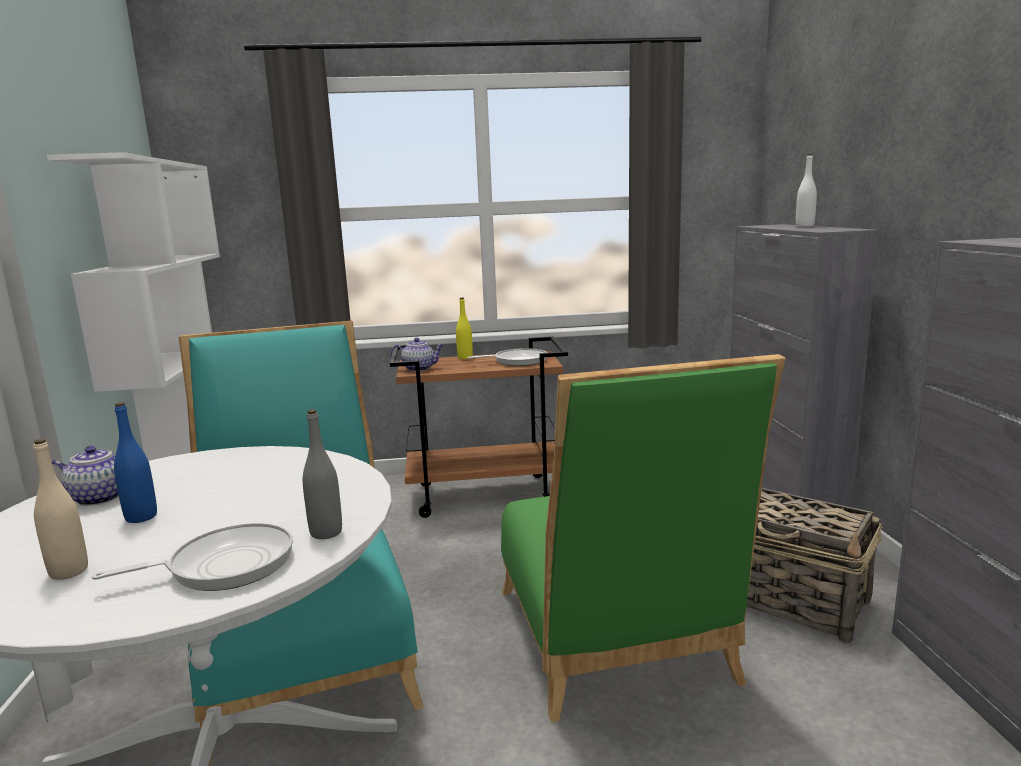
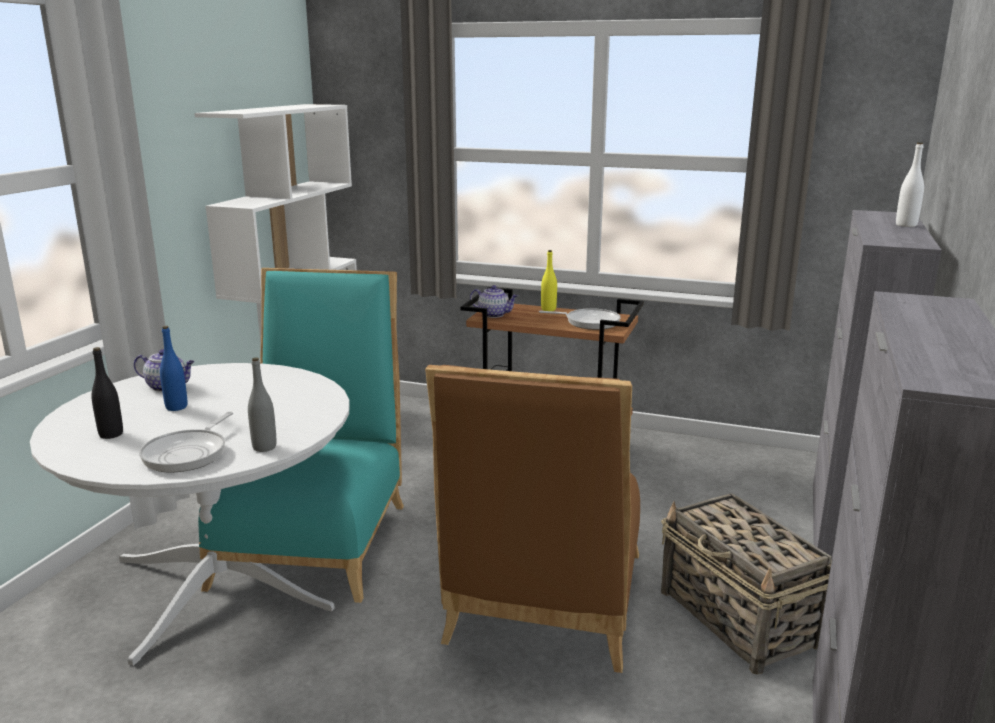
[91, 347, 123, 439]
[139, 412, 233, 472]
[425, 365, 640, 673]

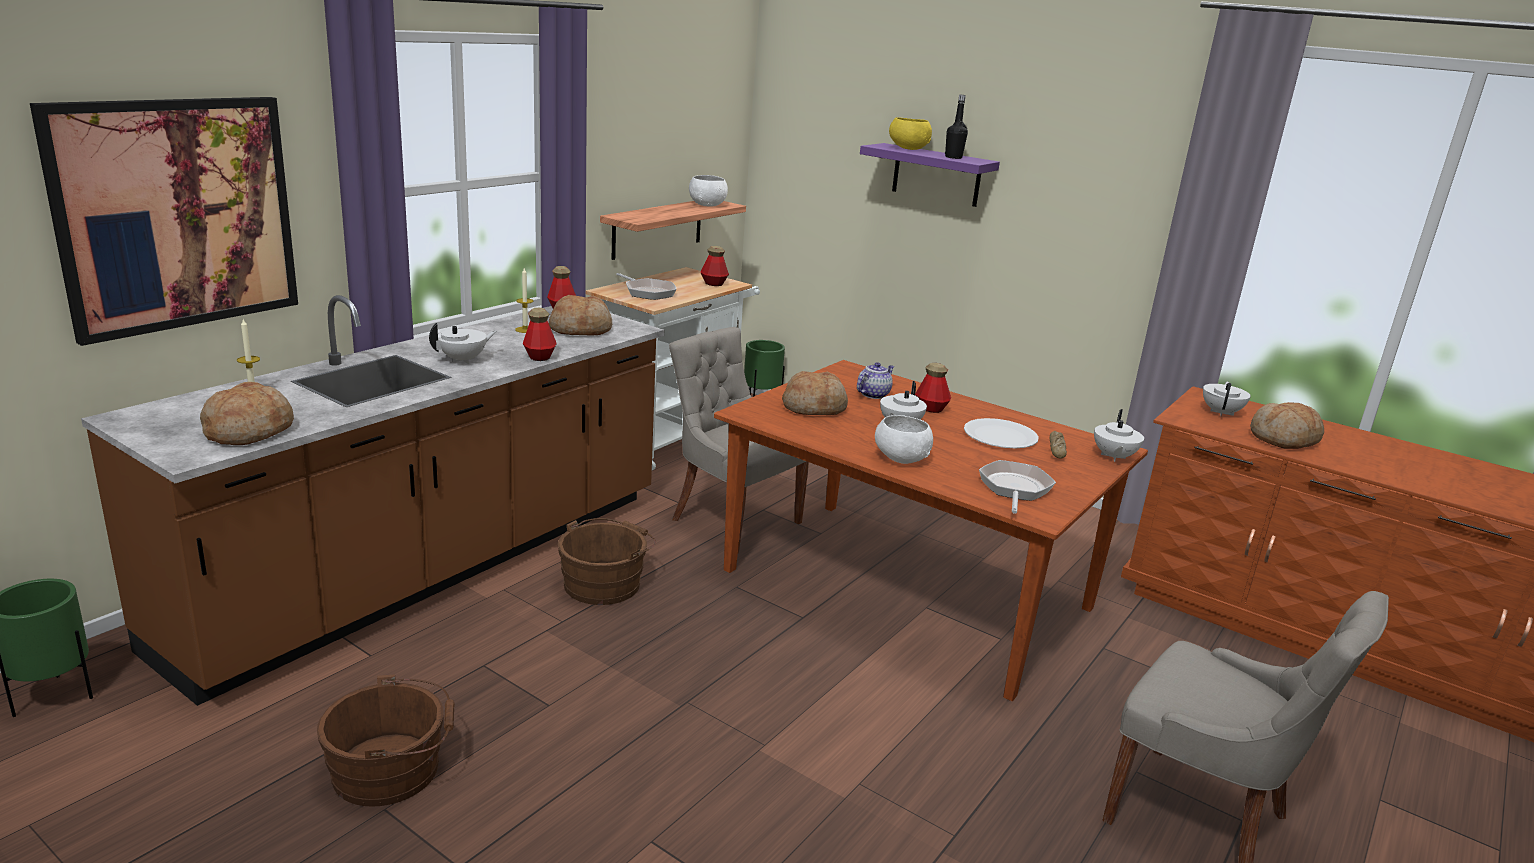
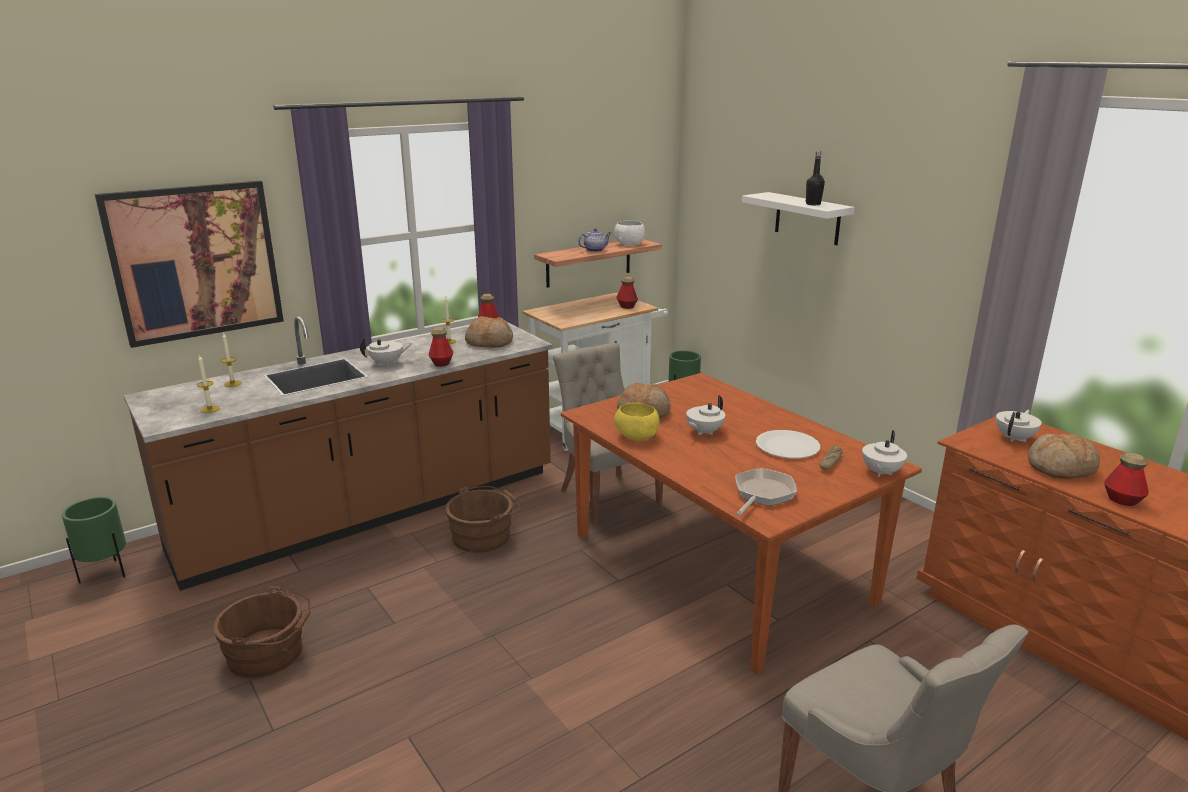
[197, 355, 220, 413]
[616, 273, 676, 300] (first image)
[578, 228, 611, 252]
[742, 192, 855, 245]
[875, 415, 933, 464] (first image)
[614, 403, 660, 441]
[1104, 452, 1149, 506]

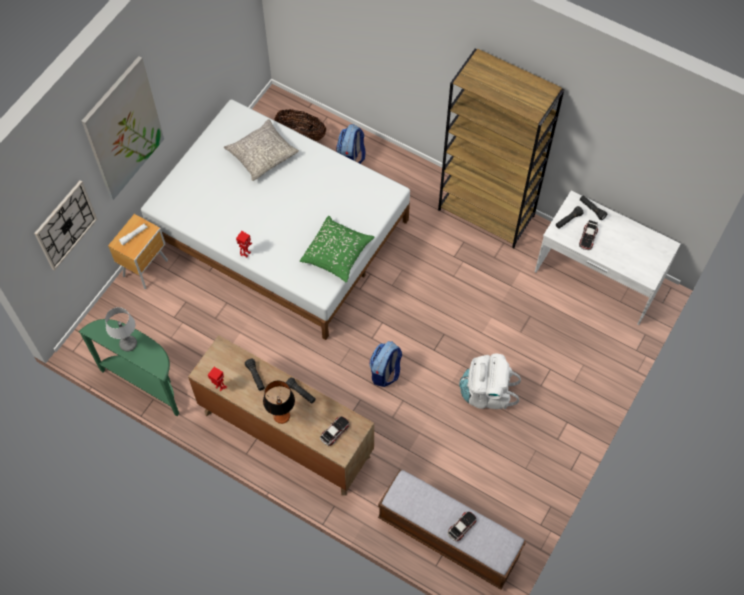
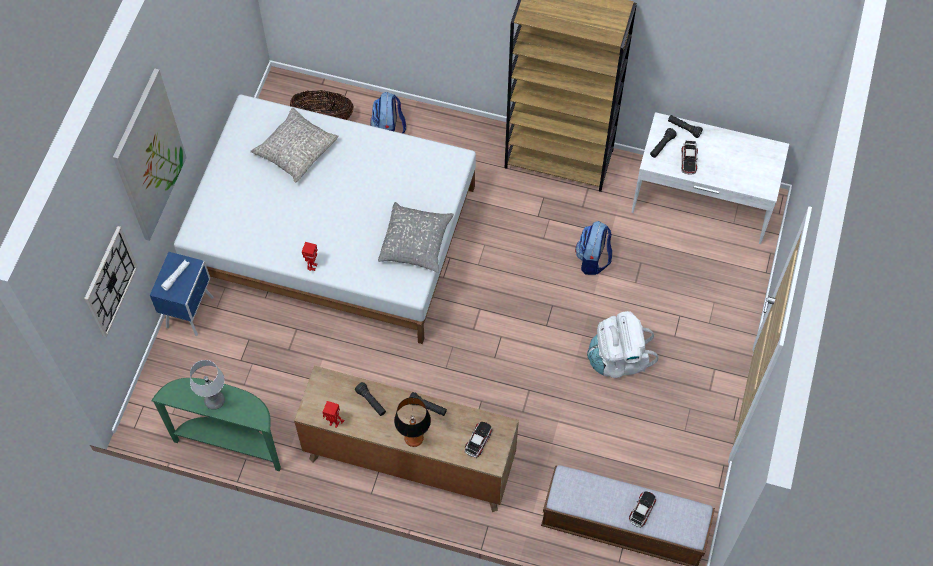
[150, 252, 214, 336]
[378, 202, 454, 273]
[575, 221, 612, 275]

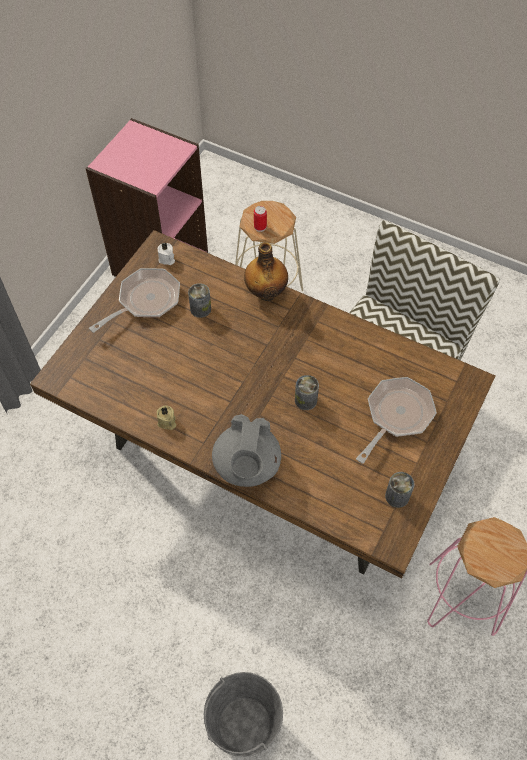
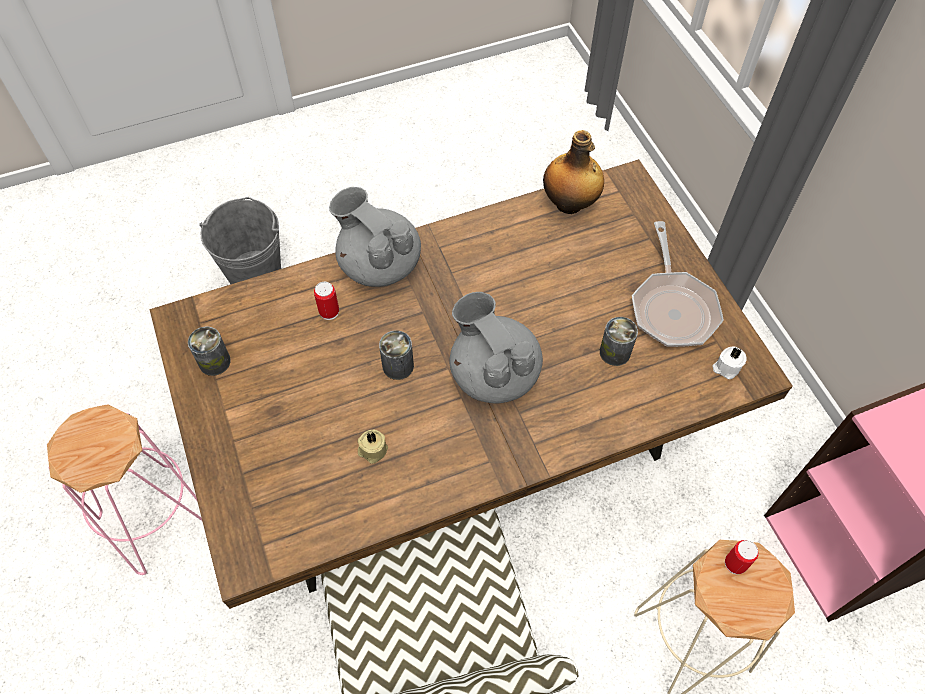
[358, 430, 388, 464]
[543, 130, 604, 214]
[356, 377, 437, 464] (first image)
[314, 282, 339, 320]
[449, 292, 543, 404]

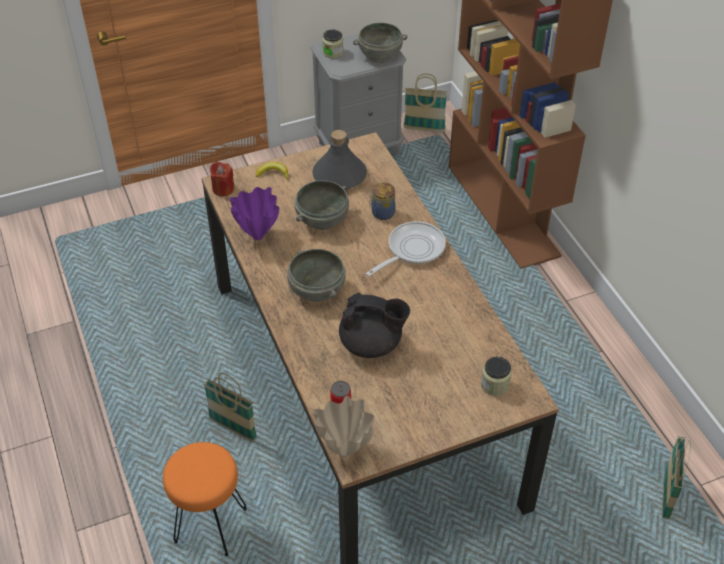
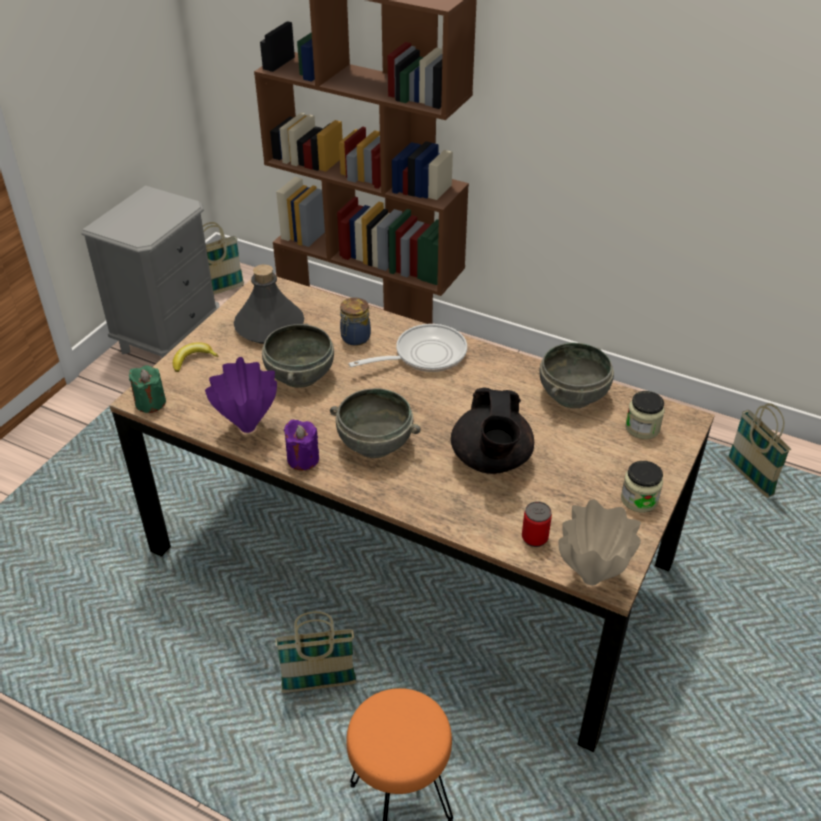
[129, 365, 166, 413]
[621, 461, 663, 513]
[451, 387, 534, 474]
[539, 343, 614, 408]
[349, 324, 467, 372]
[284, 420, 319, 471]

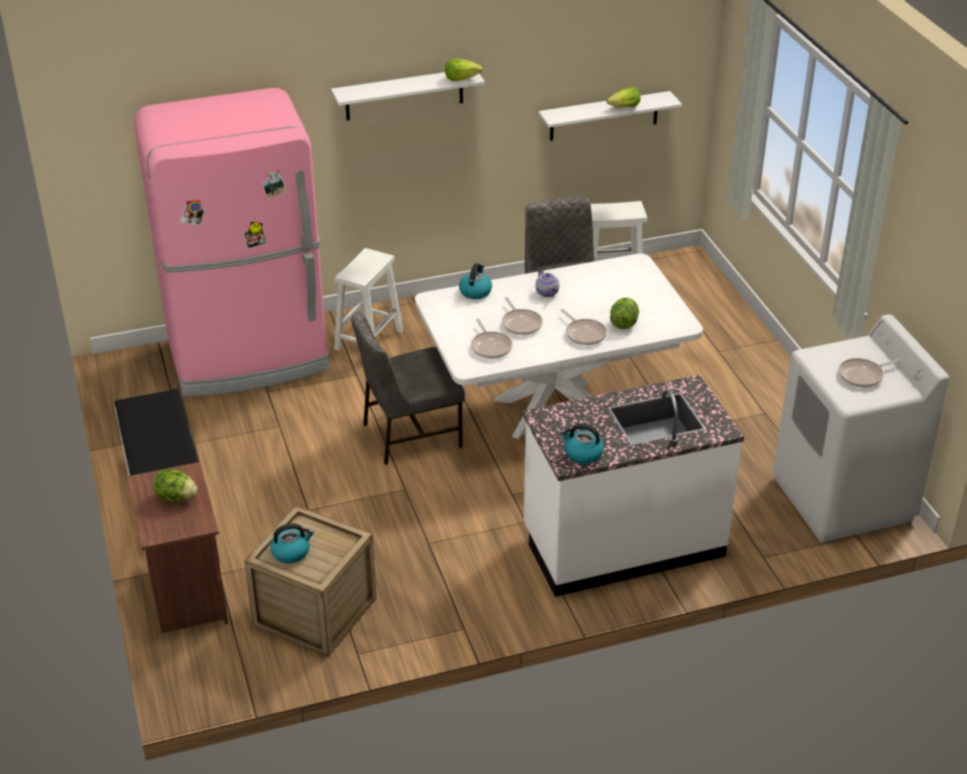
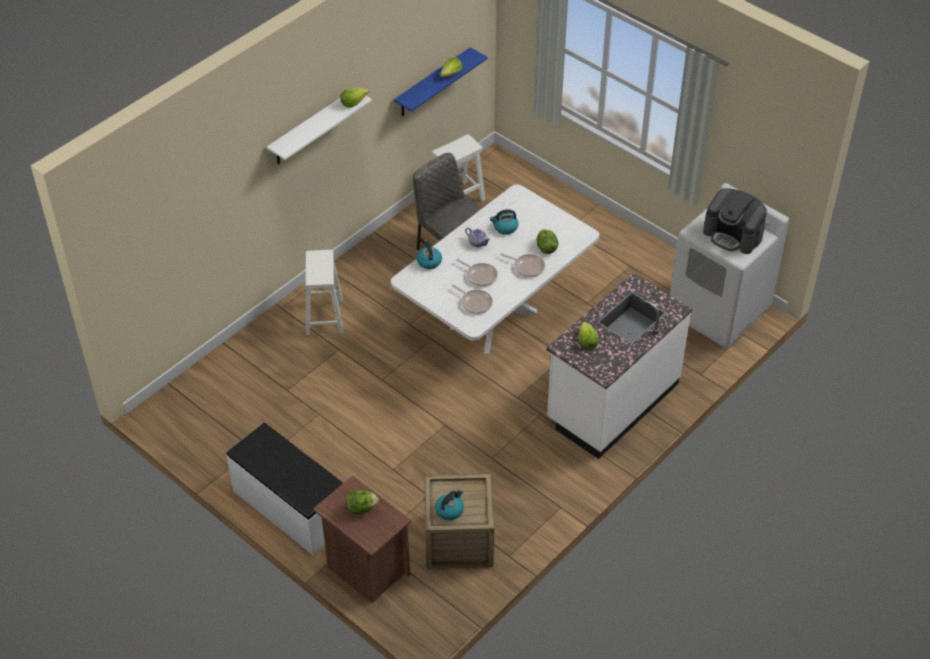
[134, 88, 329, 396] (first image)
[351, 312, 465, 465] (first image)
[394, 47, 488, 116]
[490, 209, 519, 235]
[703, 188, 767, 254]
[579, 322, 598, 349]

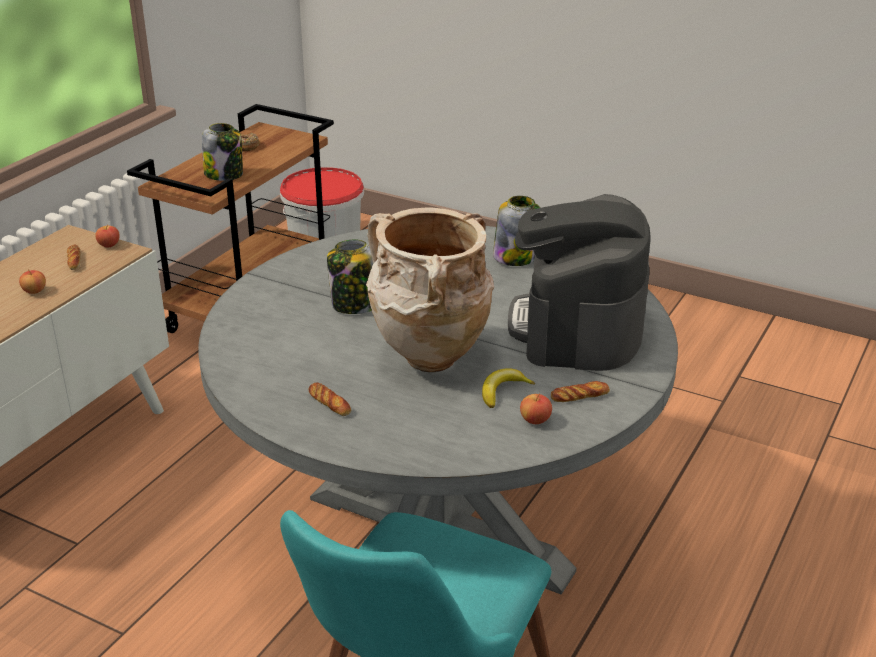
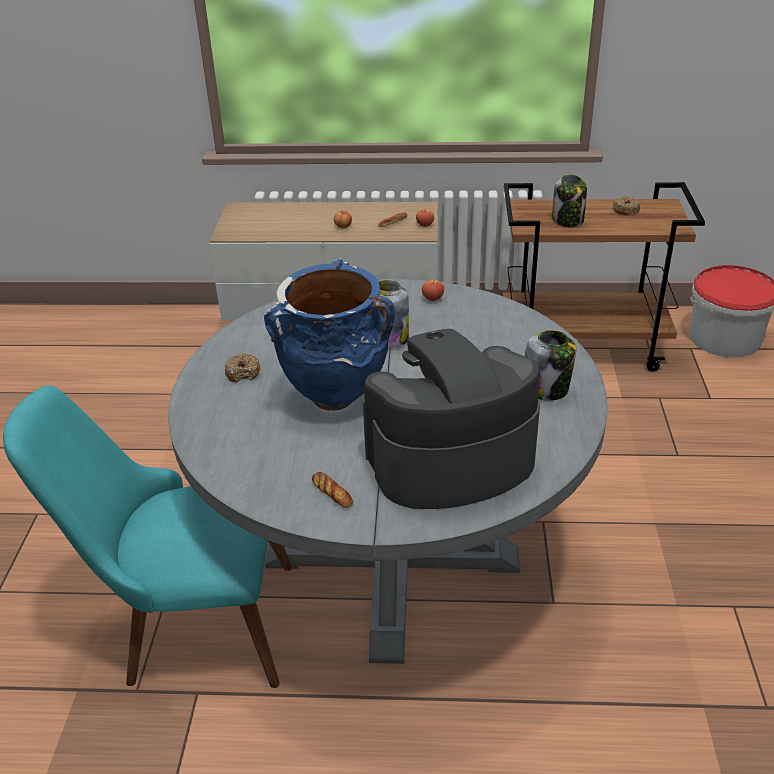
[225, 354, 261, 382]
[264, 258, 395, 411]
[482, 368, 535, 408] (first image)
[422, 280, 444, 301]

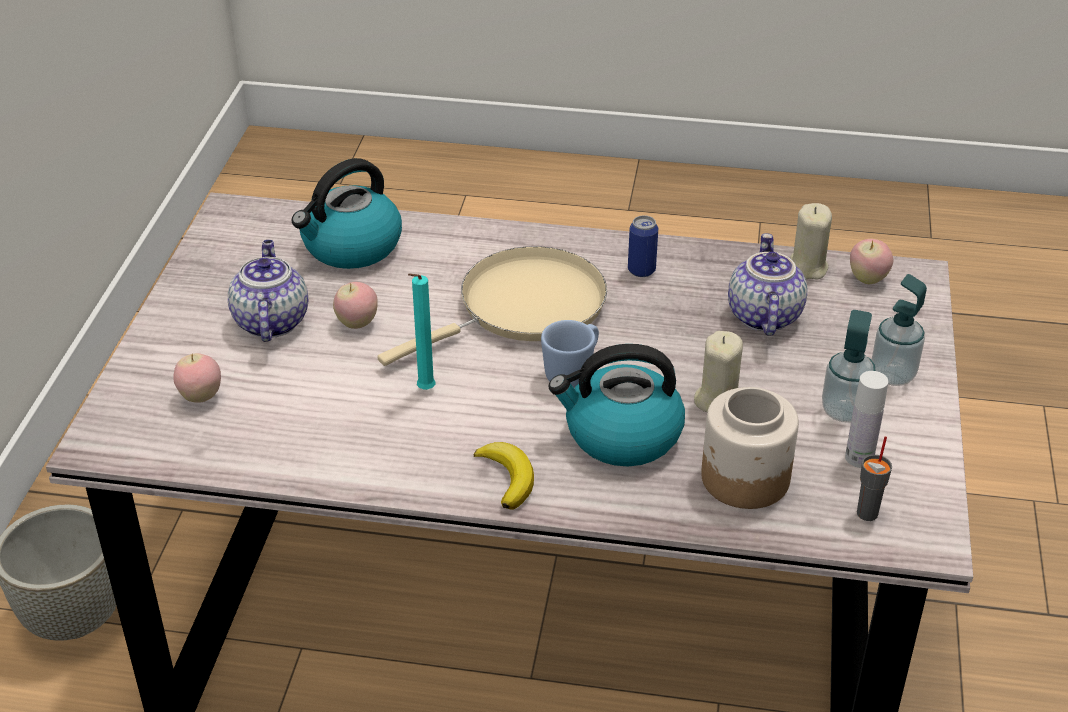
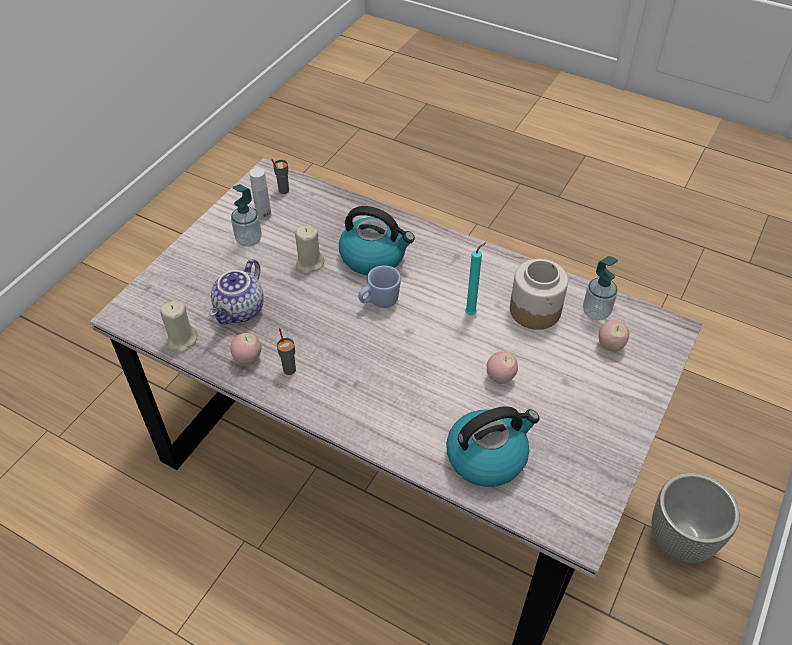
[228, 240, 308, 342] (first image)
[377, 246, 607, 366] (first image)
[474, 442, 534, 509] (first image)
[277, 328, 296, 375]
[510, 259, 568, 330]
[230, 333, 261, 364]
[583, 256, 618, 320]

